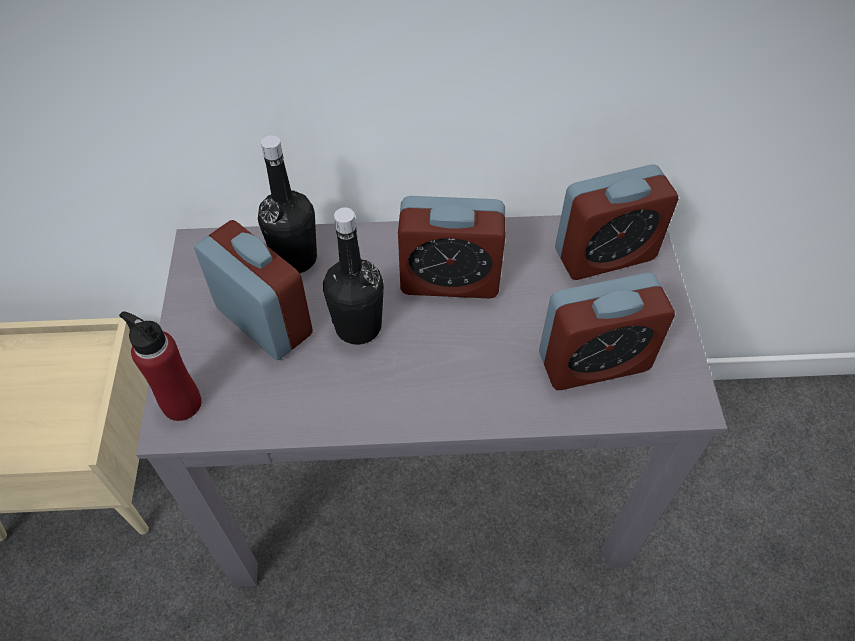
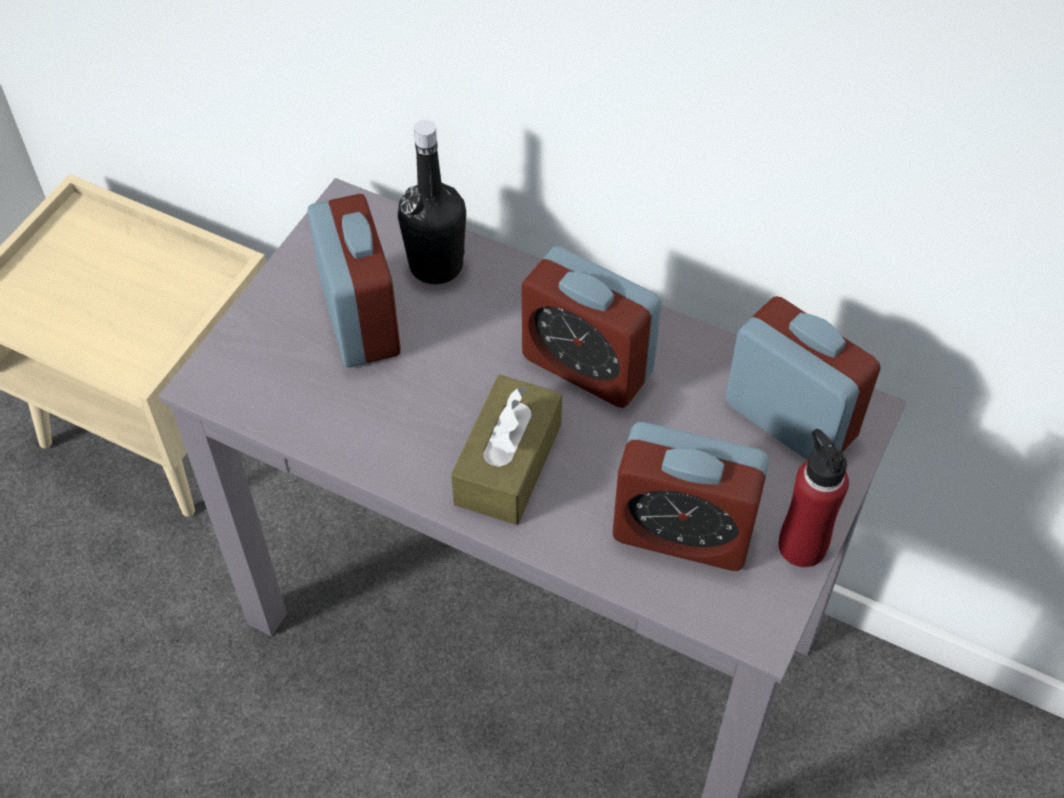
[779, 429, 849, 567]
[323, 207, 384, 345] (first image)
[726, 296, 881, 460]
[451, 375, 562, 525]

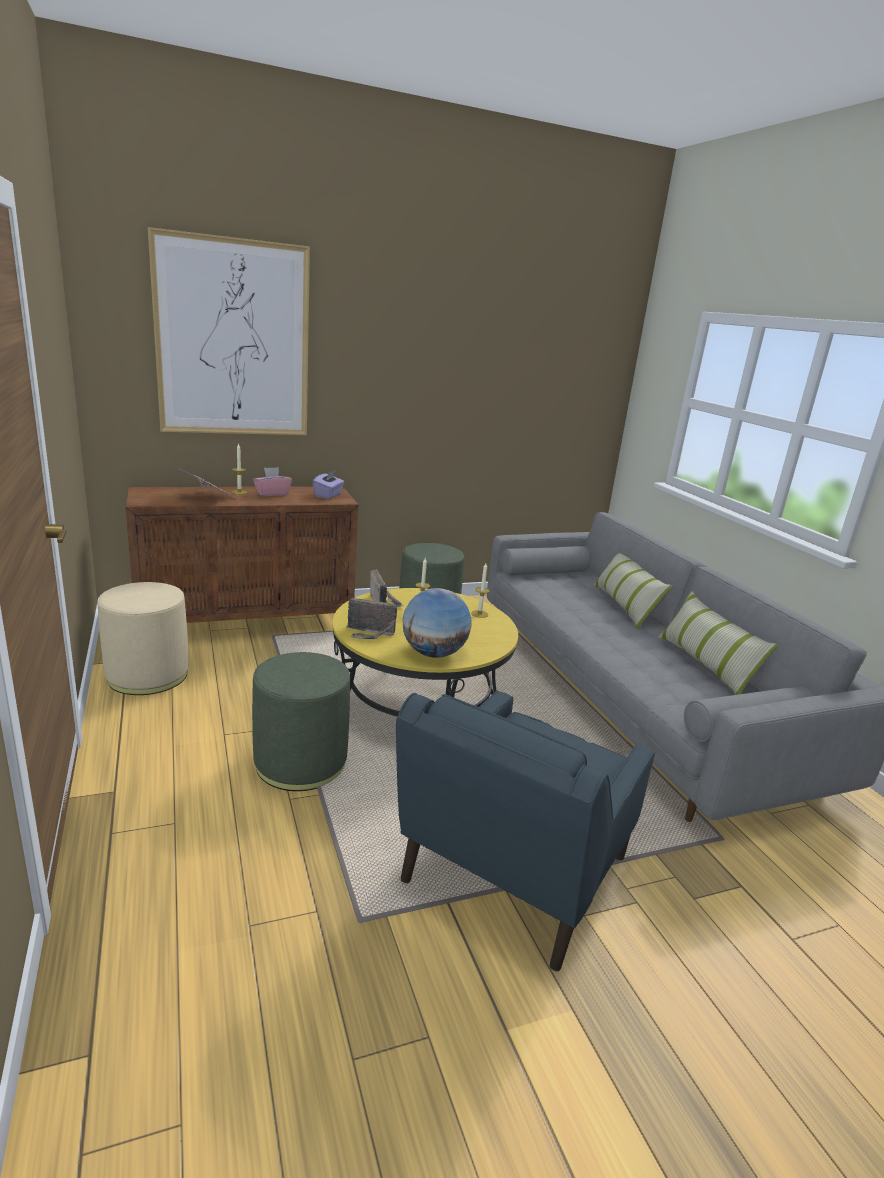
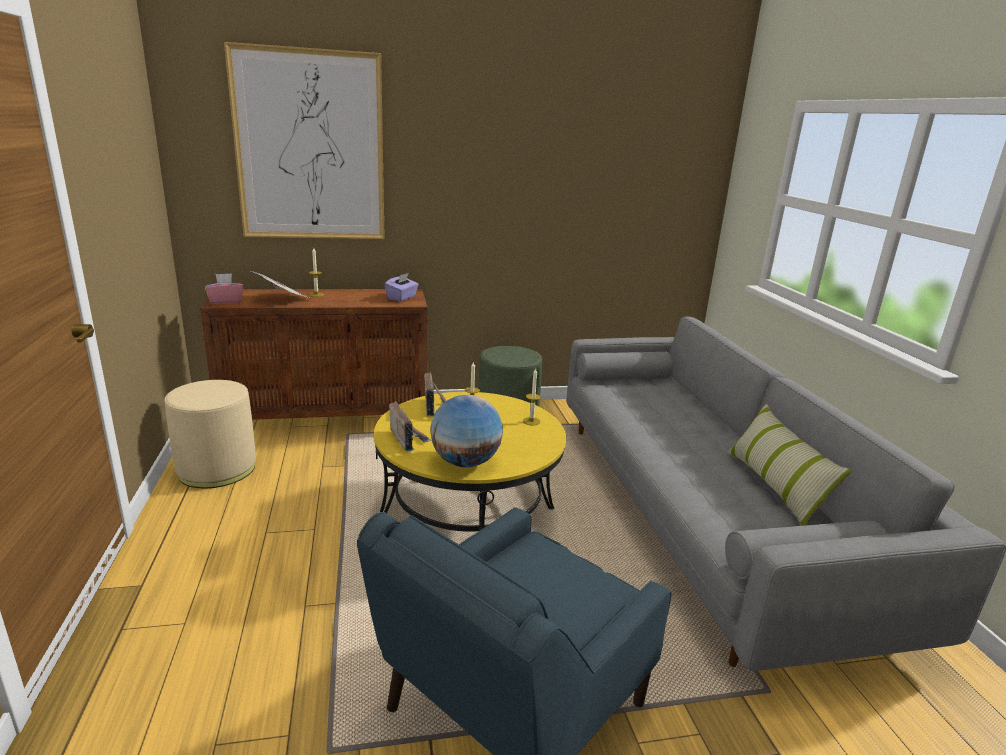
[252, 652, 350, 791] (first image)
[205, 273, 244, 304]
[389, 401, 431, 452]
[593, 553, 673, 629] (first image)

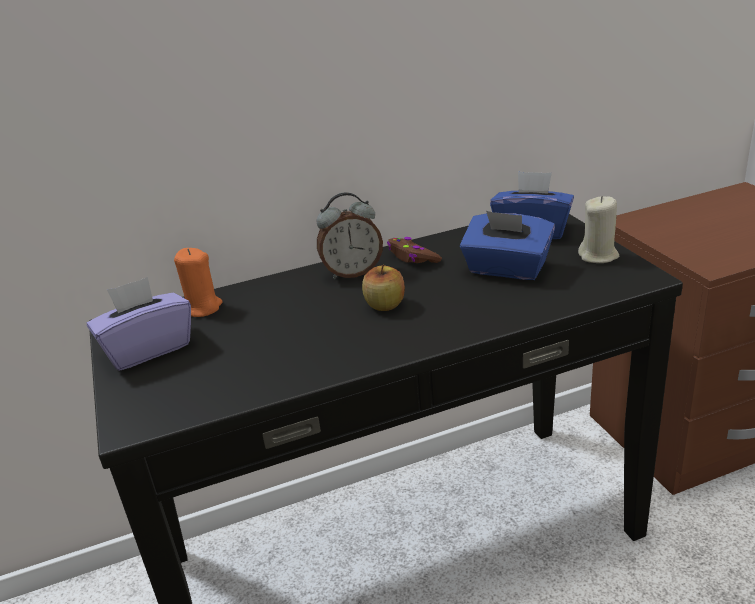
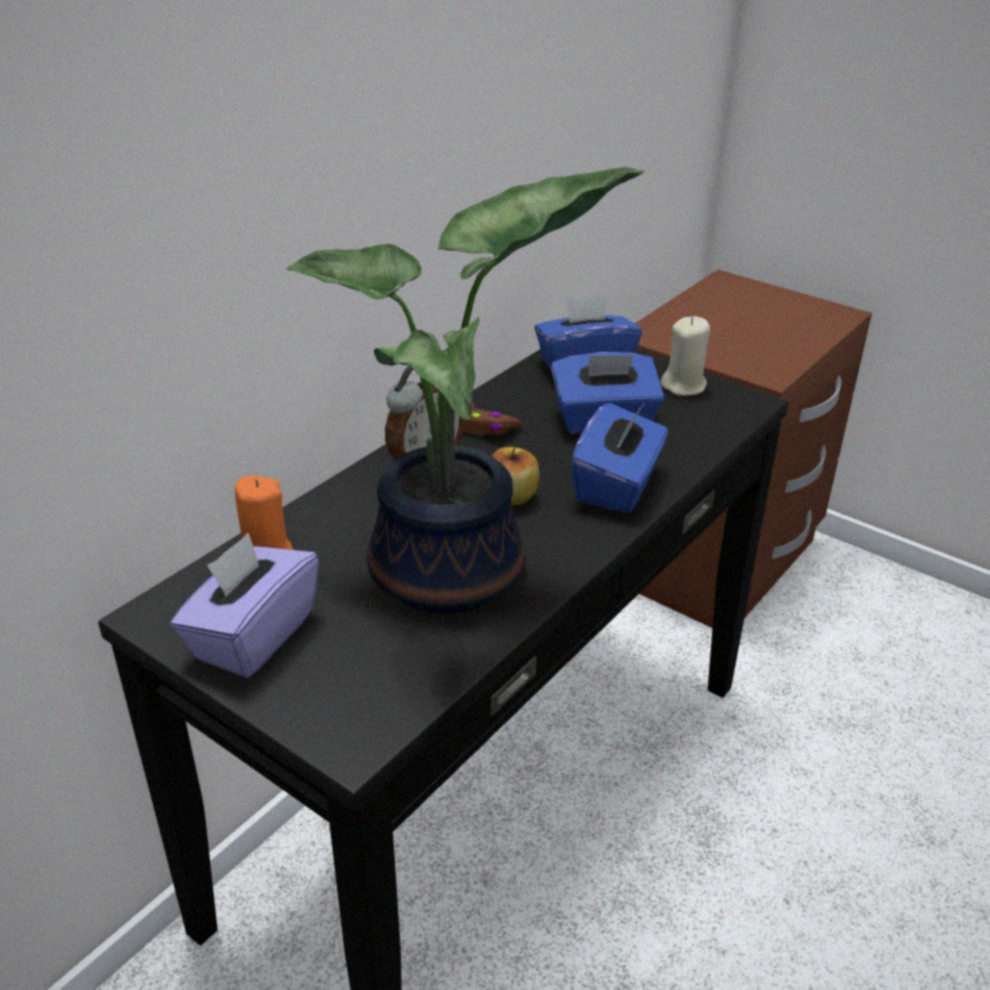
[286, 167, 644, 613]
[571, 403, 668, 513]

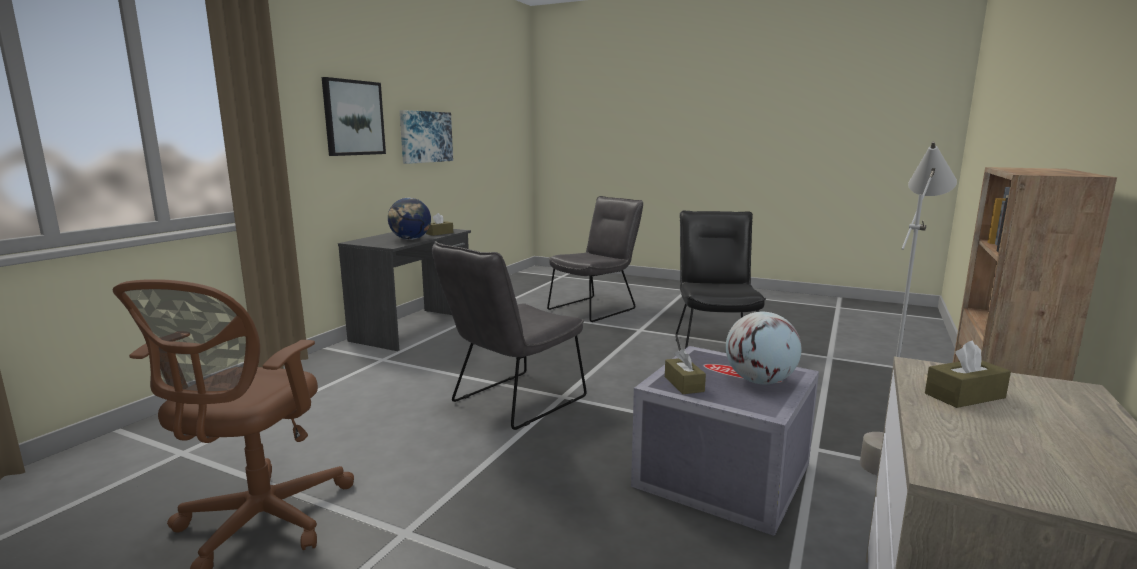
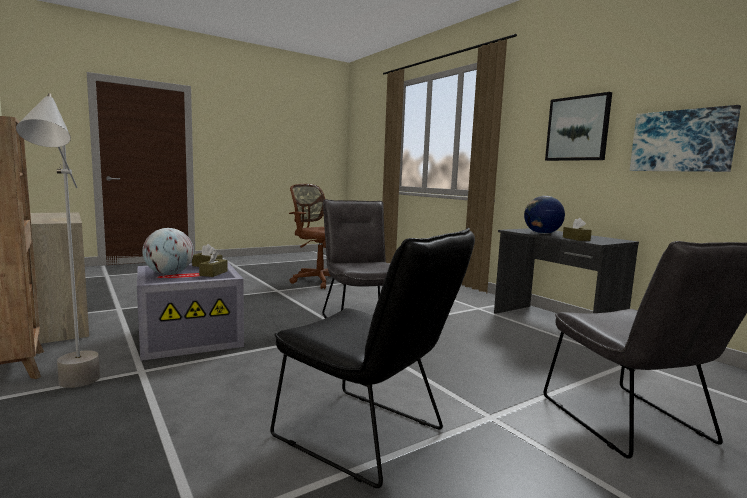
[199, 250, 228, 277]

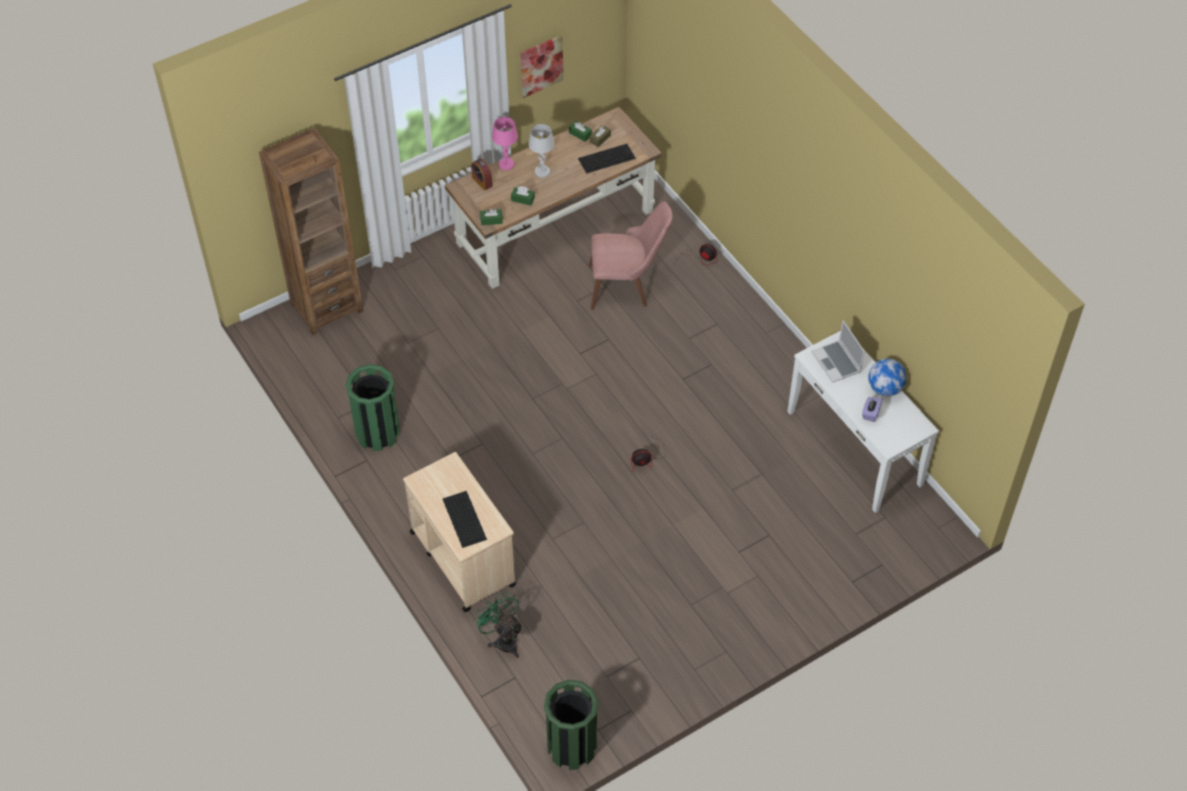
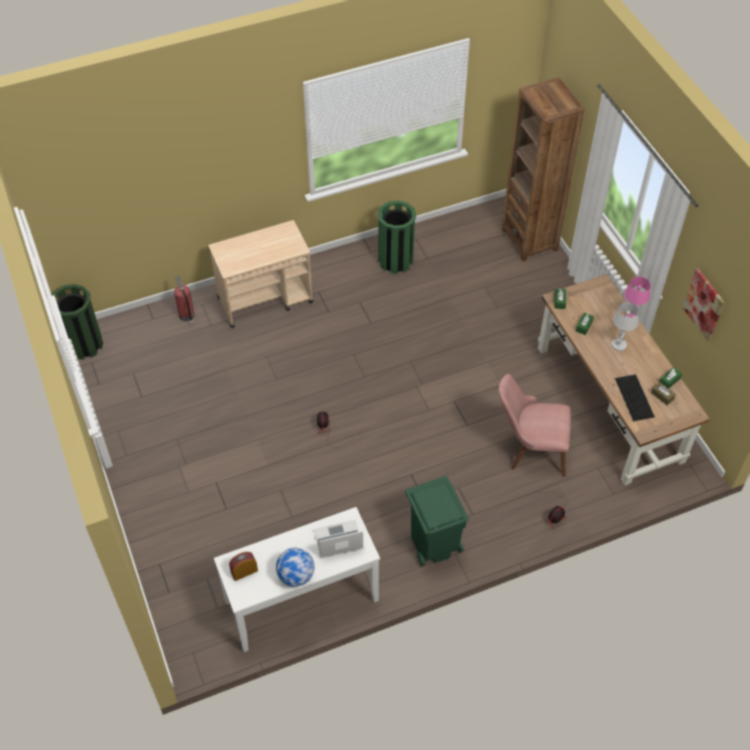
[443, 491, 487, 548] (first image)
[229, 552, 258, 581]
[174, 276, 195, 324]
[499, 374, 571, 477]
[862, 397, 883, 422] (first image)
[405, 476, 468, 566]

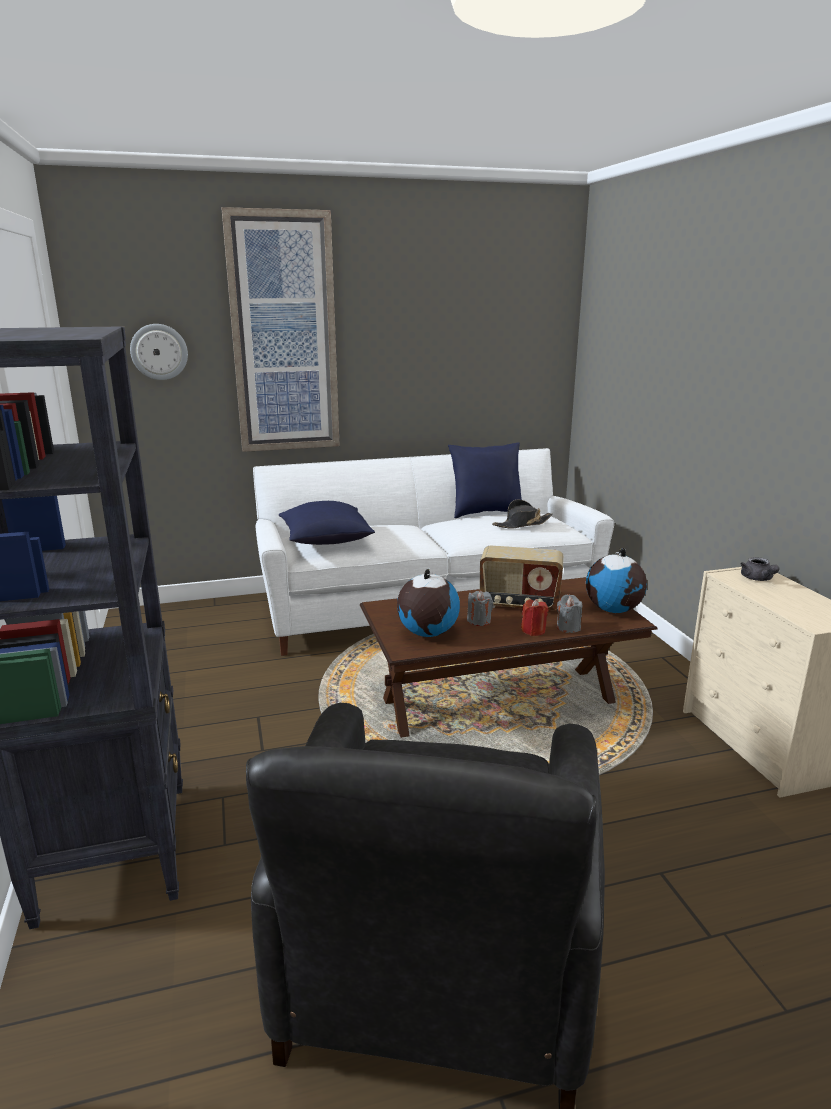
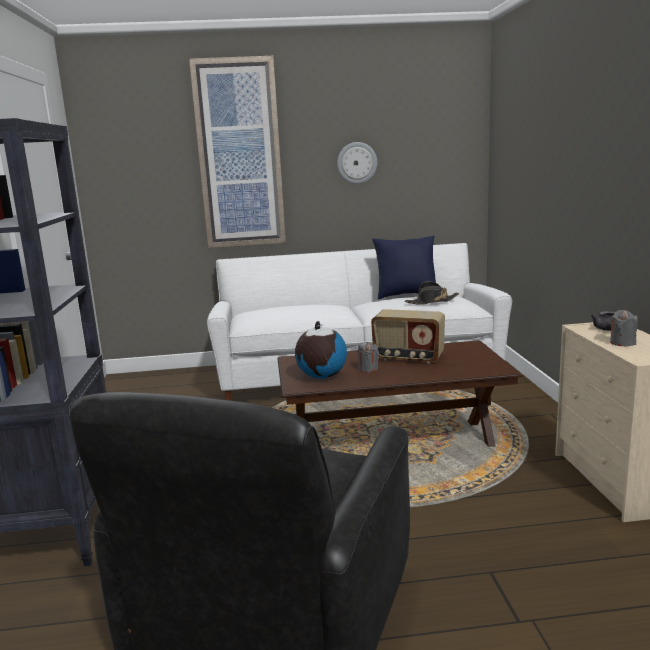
[337, 142, 377, 184]
[279, 501, 375, 545] (first image)
[521, 599, 548, 636] (first image)
[610, 310, 638, 346]
[586, 548, 647, 613] (first image)

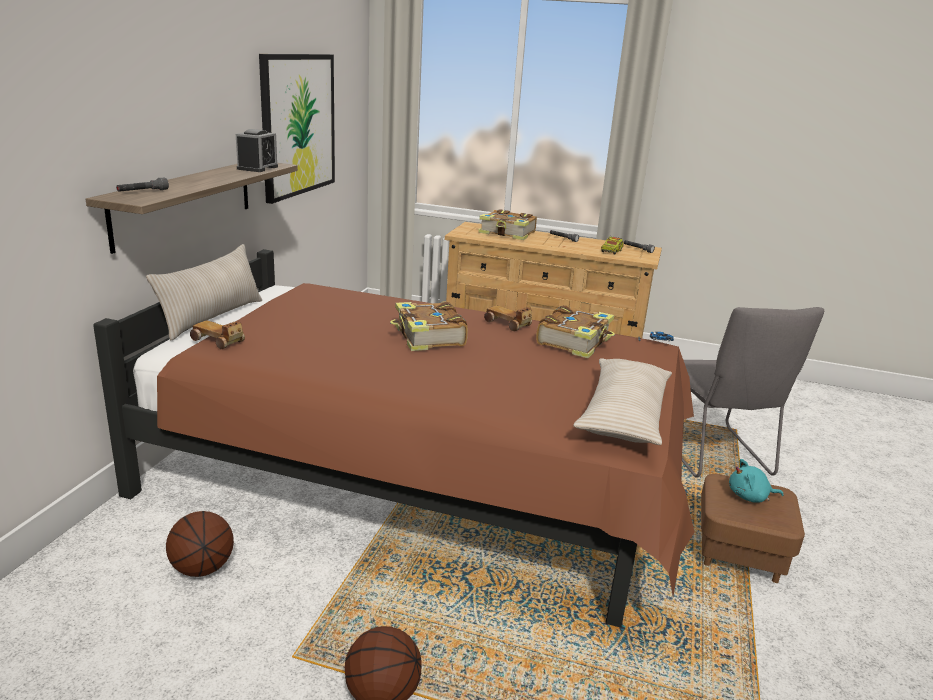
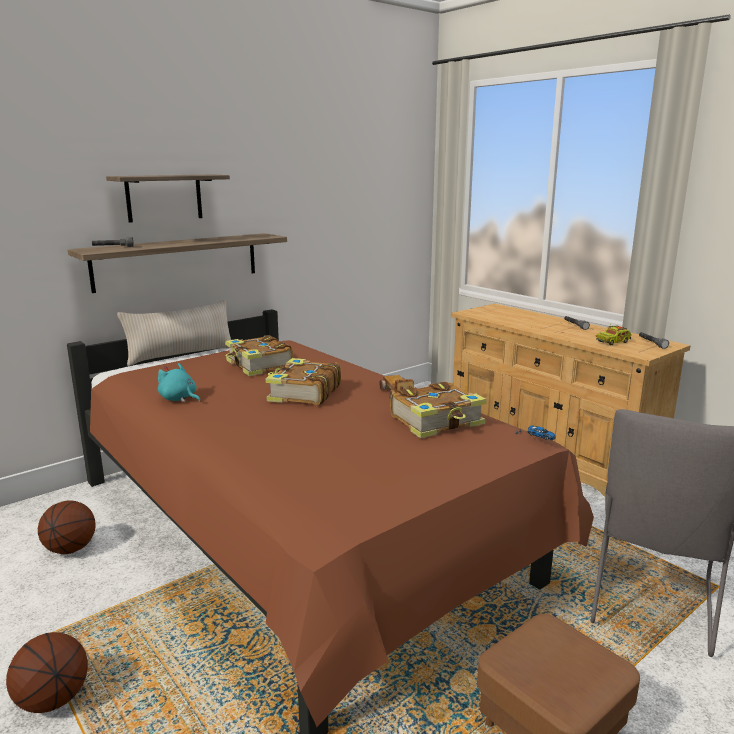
[190, 320, 245, 349] (first image)
[236, 129, 278, 172] (first image)
[259, 54, 335, 204] (first image)
[225, 335, 294, 376]
[573, 358, 672, 445] (first image)
[158, 363, 201, 403]
[106, 174, 230, 223]

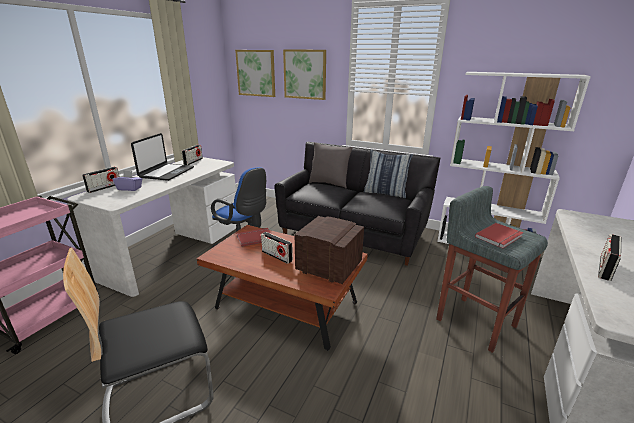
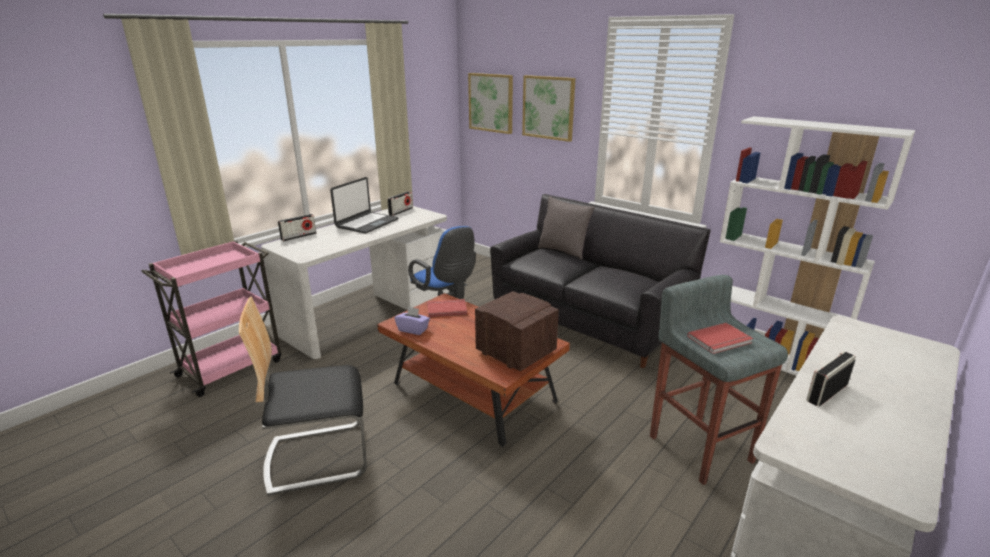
[394, 306, 430, 335]
[261, 232, 293, 264] (first image)
[364, 149, 413, 198] (first image)

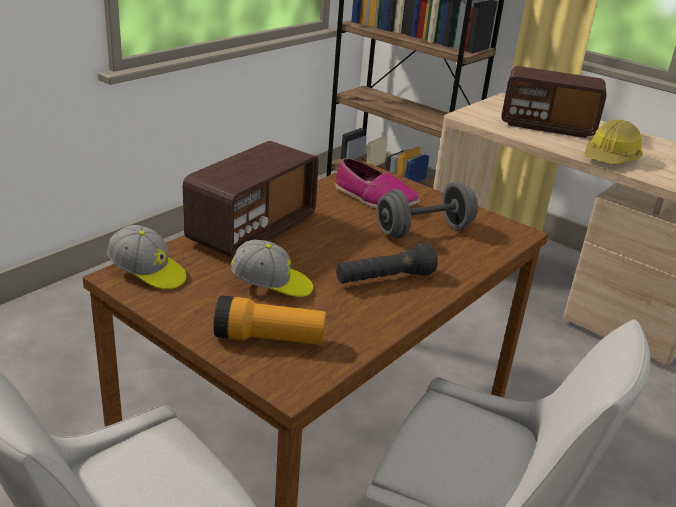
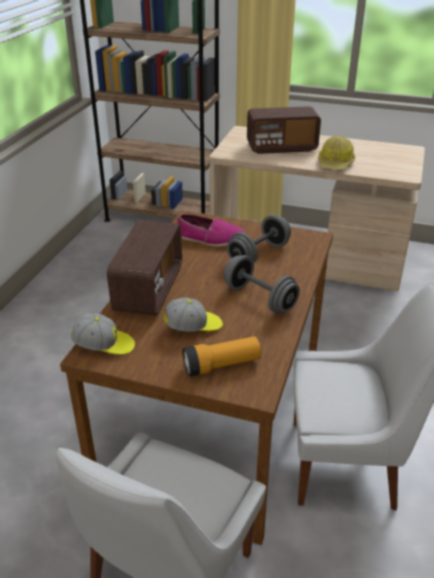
[223, 255, 300, 313]

